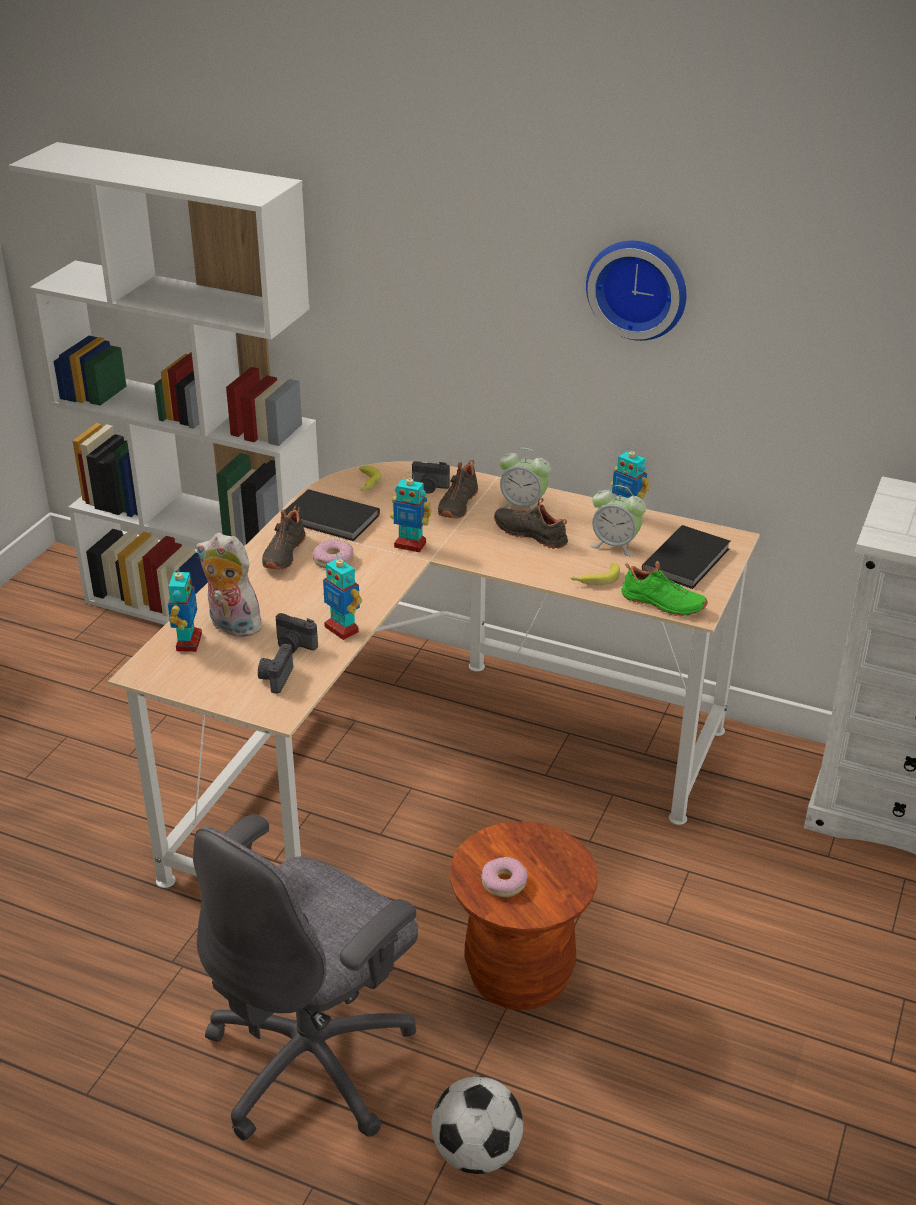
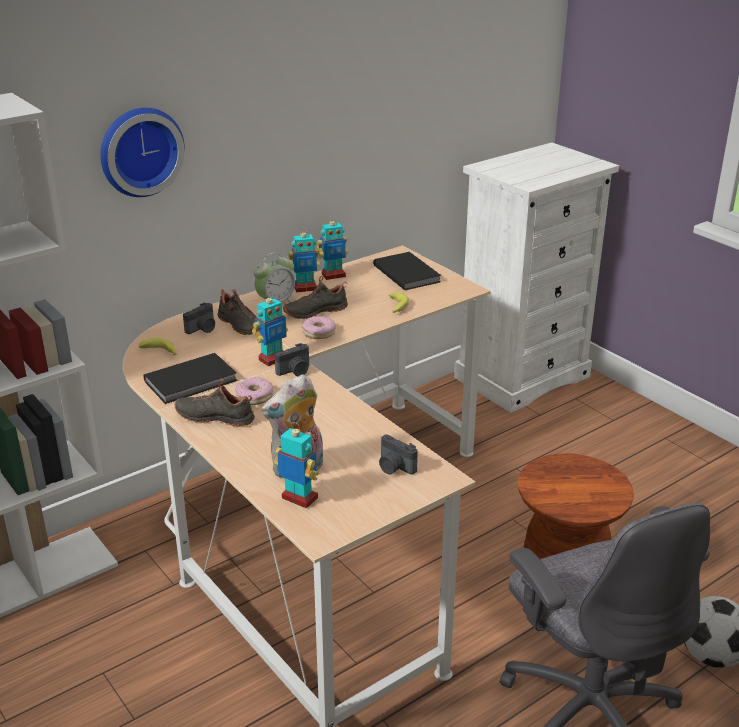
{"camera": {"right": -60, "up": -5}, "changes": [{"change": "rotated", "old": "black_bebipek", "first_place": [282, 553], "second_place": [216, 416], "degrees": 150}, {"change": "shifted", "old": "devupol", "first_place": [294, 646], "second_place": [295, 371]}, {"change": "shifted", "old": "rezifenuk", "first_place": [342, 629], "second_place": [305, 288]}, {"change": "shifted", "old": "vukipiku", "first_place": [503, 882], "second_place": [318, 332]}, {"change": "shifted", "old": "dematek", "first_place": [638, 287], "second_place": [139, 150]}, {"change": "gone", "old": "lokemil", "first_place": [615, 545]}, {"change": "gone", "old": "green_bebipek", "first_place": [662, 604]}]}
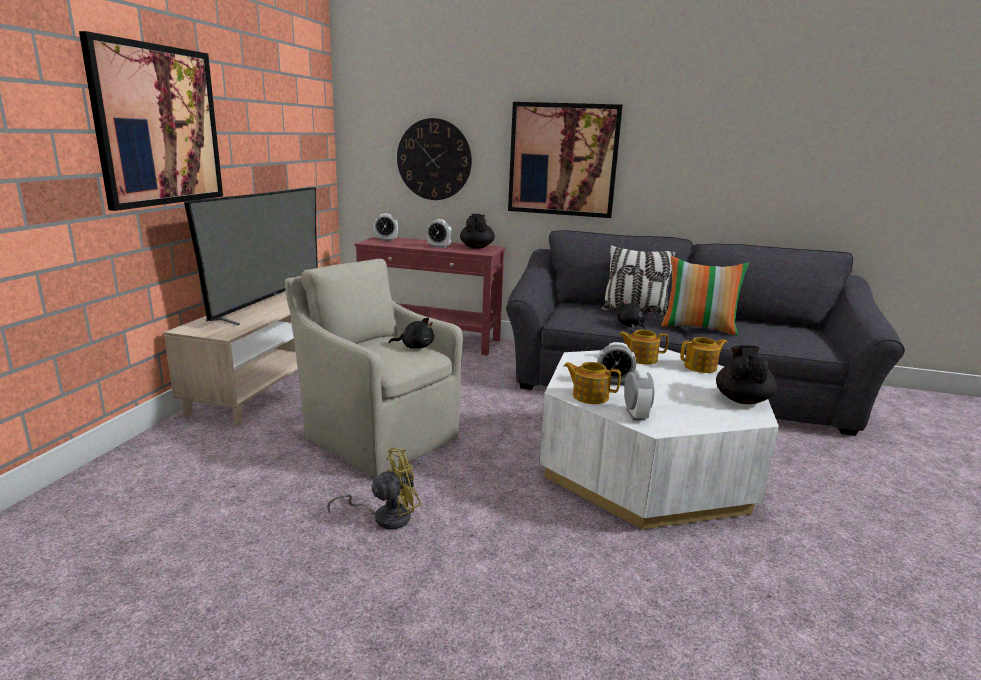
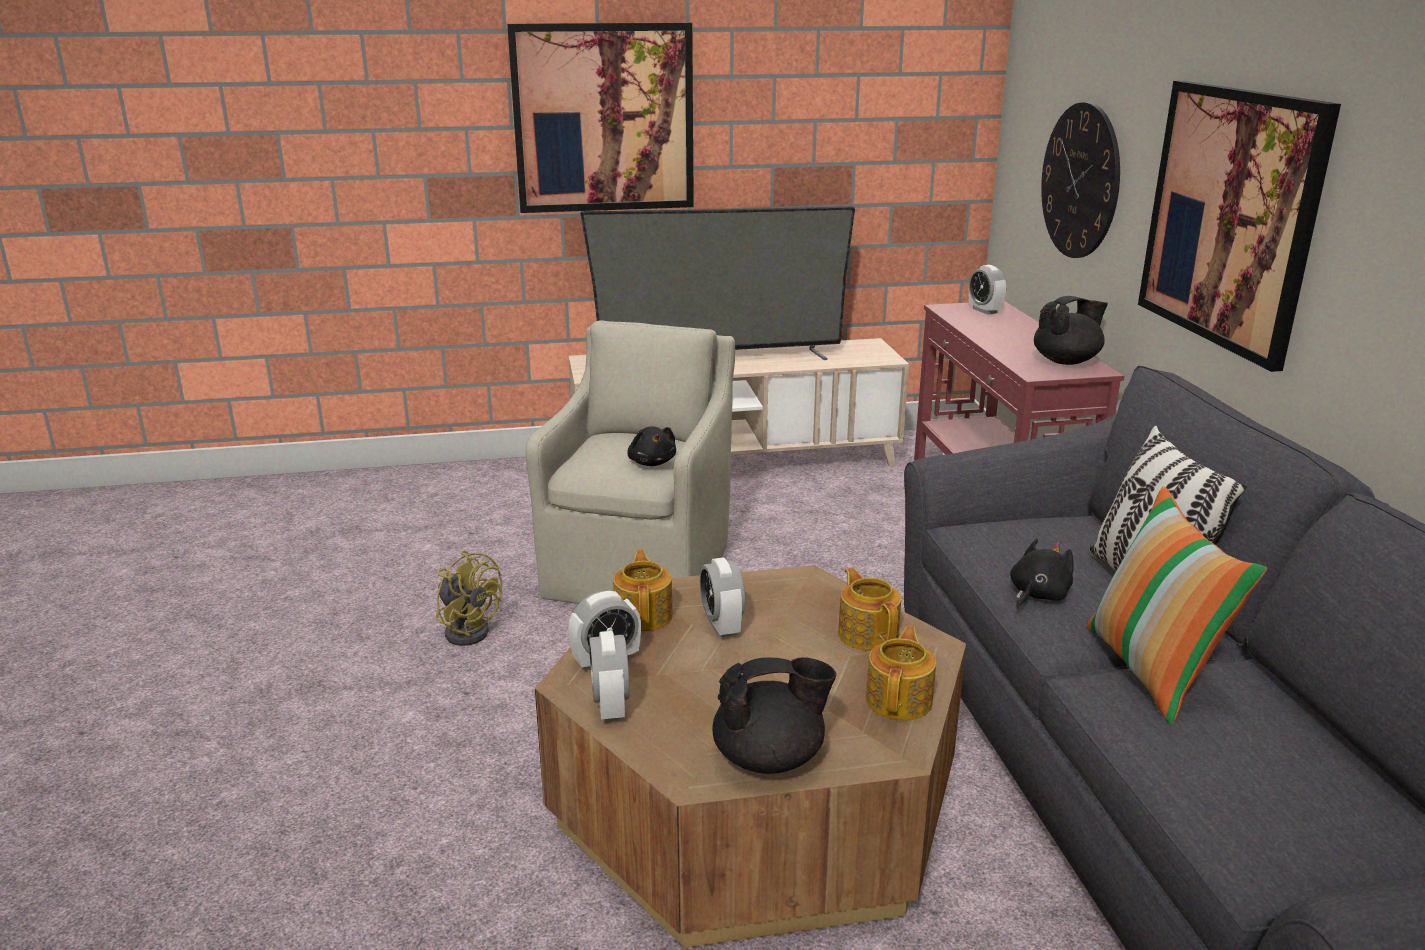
{"camera": {"right": 65, "up": 5}, "changes": [{"change": "shifted", "old": "lokemil", "first_place": [439, 247], "second_place": [610, 706]}, {"change": "repainted", "old": "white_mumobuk", "new": "brown_mumobuk", "first_place": [646, 467], "second_place": [755, 803]}, {"change": "rotated", "old": "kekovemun", "first_place": [701, 367], "second_place": [900, 700], "degrees": -120}]}
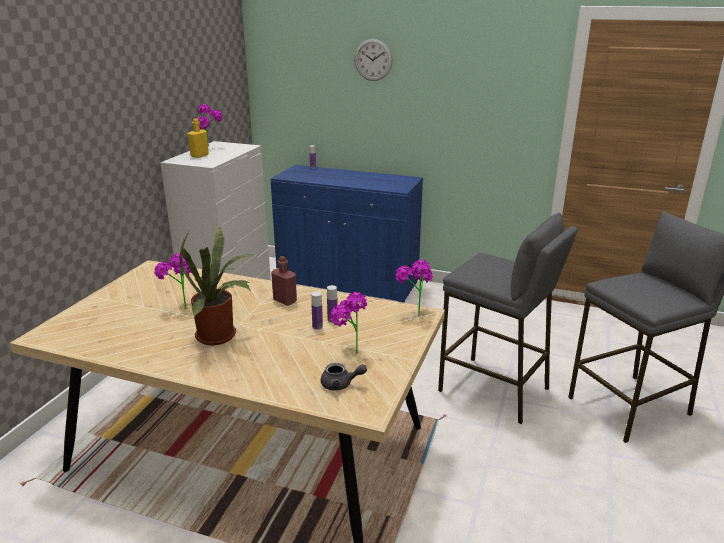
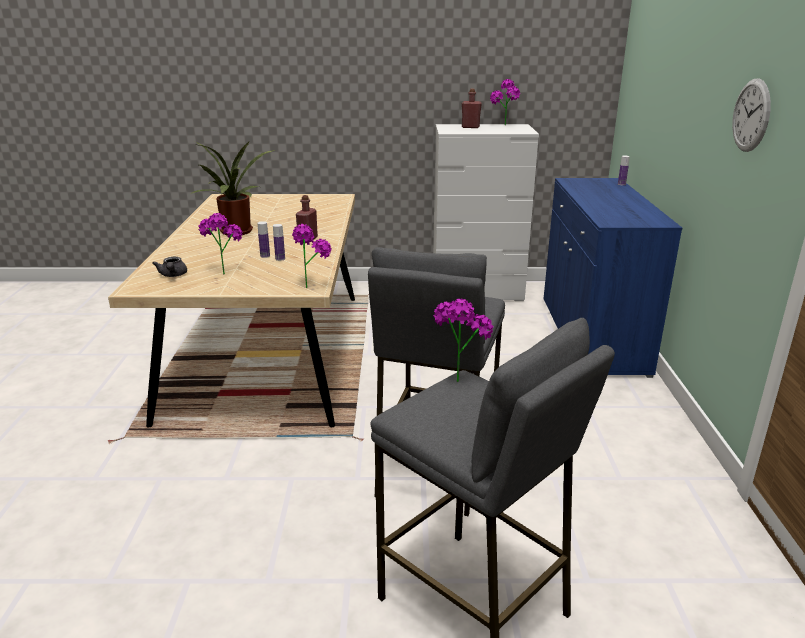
{"camera": {"right": 70, "up": 0}, "changes": [{"change": "shifted", "old": "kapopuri", "first_place": [180, 307], "second_place": [458, 376]}, {"change": "repainted", "old": "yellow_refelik", "new": "red_refelik", "first_place": [199, 155], "second_place": [470, 127]}, {"change": "shifted", "old": "dematek", "first_place": [373, 60], "second_place": [751, 115]}]}
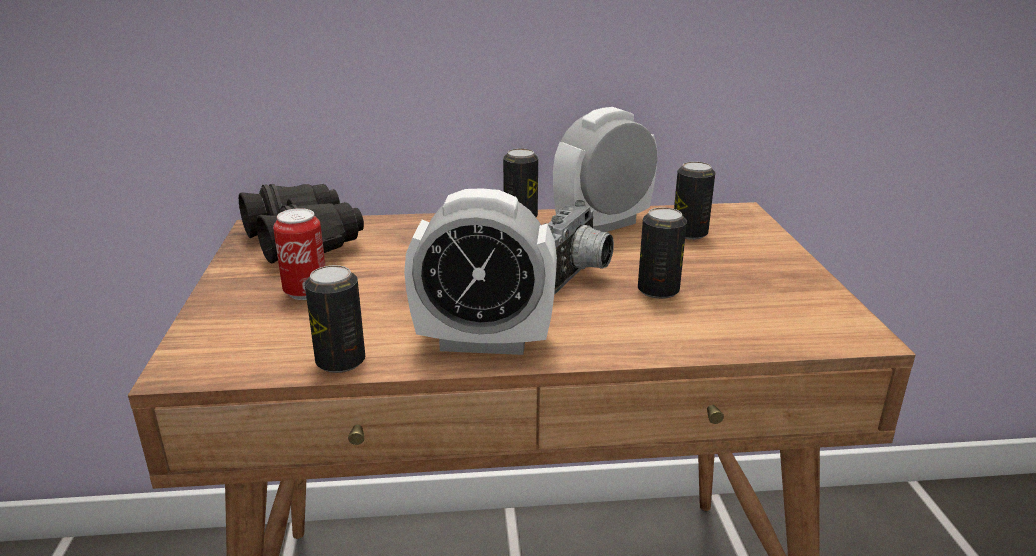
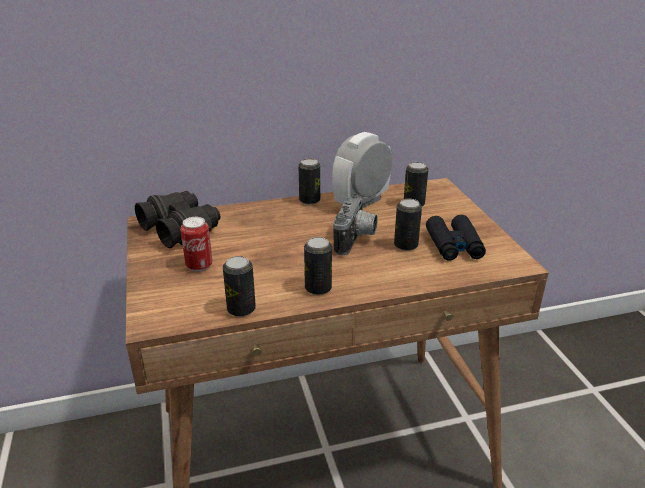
{"camera": {"right": -10, "up": 5}, "changes": [{"change": "swapped", "old": "lokemil", "new": "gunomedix", "first_place": [483, 342], "second_place": [318, 288]}, {"change": "new", "new": "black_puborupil", "second_place": [454, 245]}]}
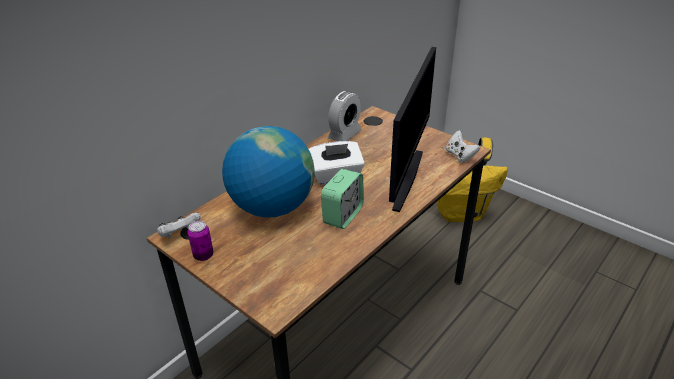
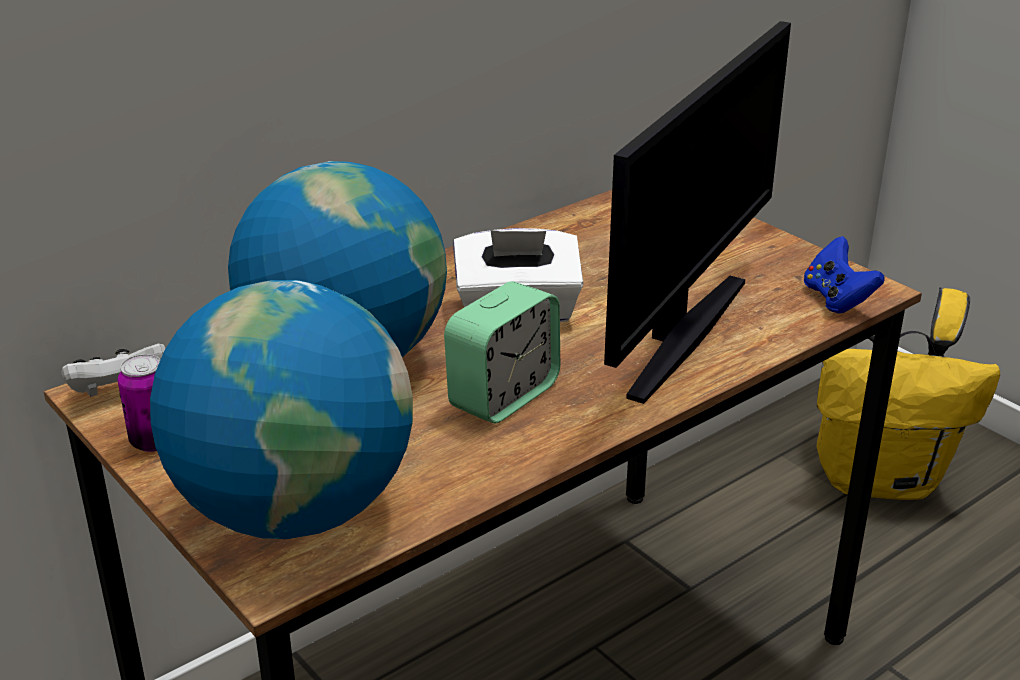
{"camera": {"right": 10, "up": -5}, "changes": [{"change": "gone", "old": "lokemil", "first_place": [344, 135]}, {"change": "repainted", "old": "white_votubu", "new": "blue_votubu", "first_place": [460, 156], "second_place": [837, 299]}, {"change": "new", "new": "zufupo", "second_place": [293, 509]}]}
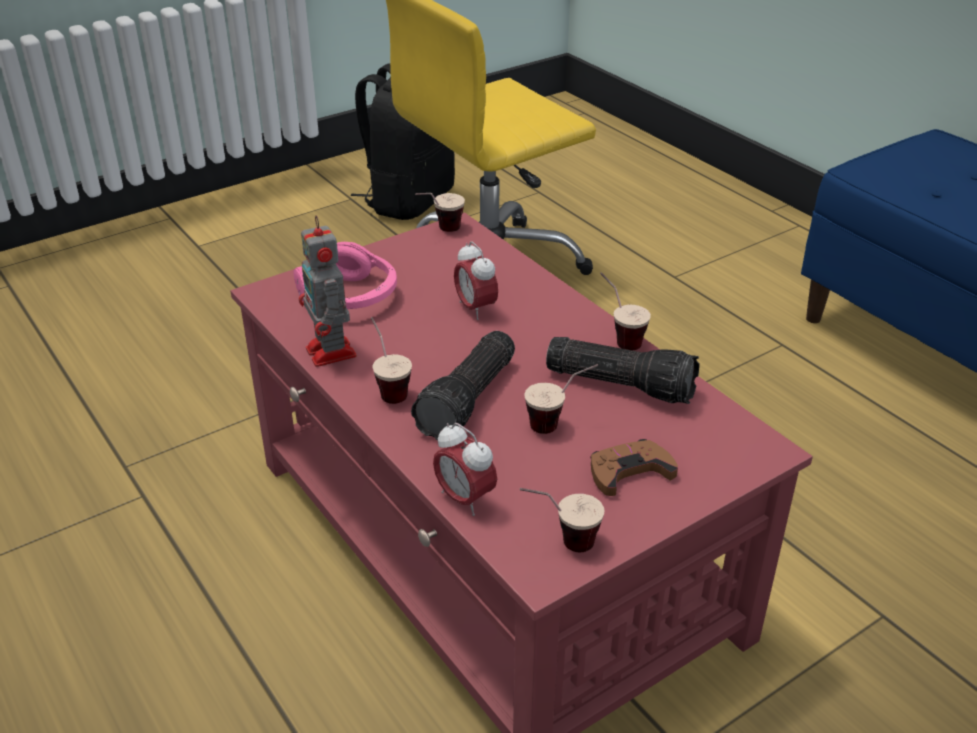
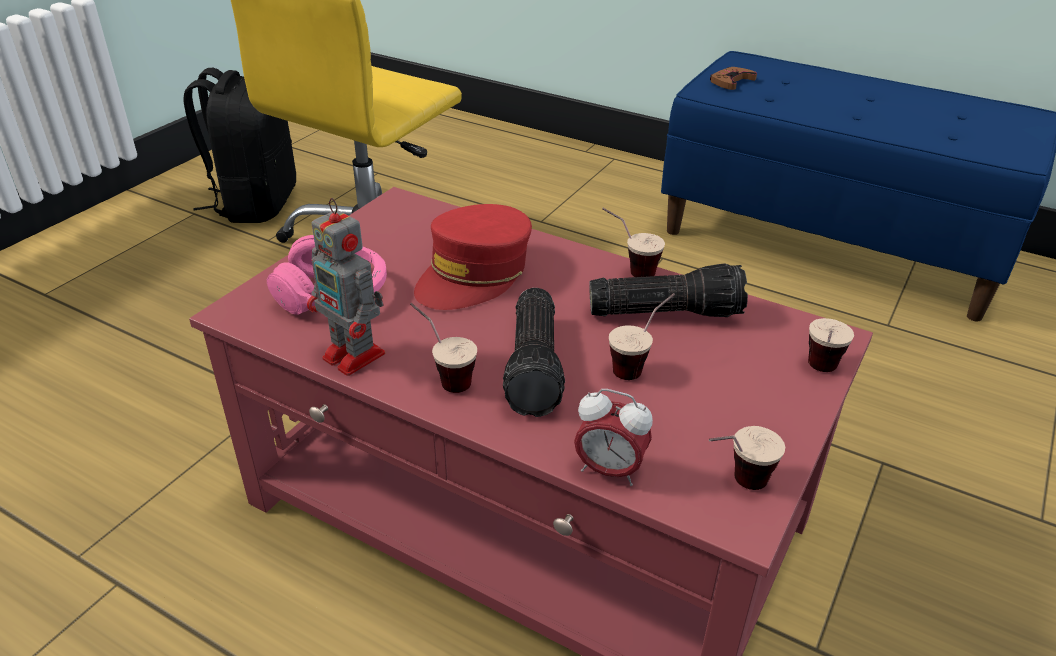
{"camera": {"right": -25, "up": 0}, "changes": [{"change": "shifted", "old": "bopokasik", "first_place": [440, 231], "second_place": [819, 374]}, {"change": "swapped", "old": "lokemil", "new": "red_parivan", "first_place": [475, 308], "second_place": [474, 274]}, {"change": "shifted", "old": "brown_votubu", "first_place": [629, 471], "second_place": [731, 82]}]}
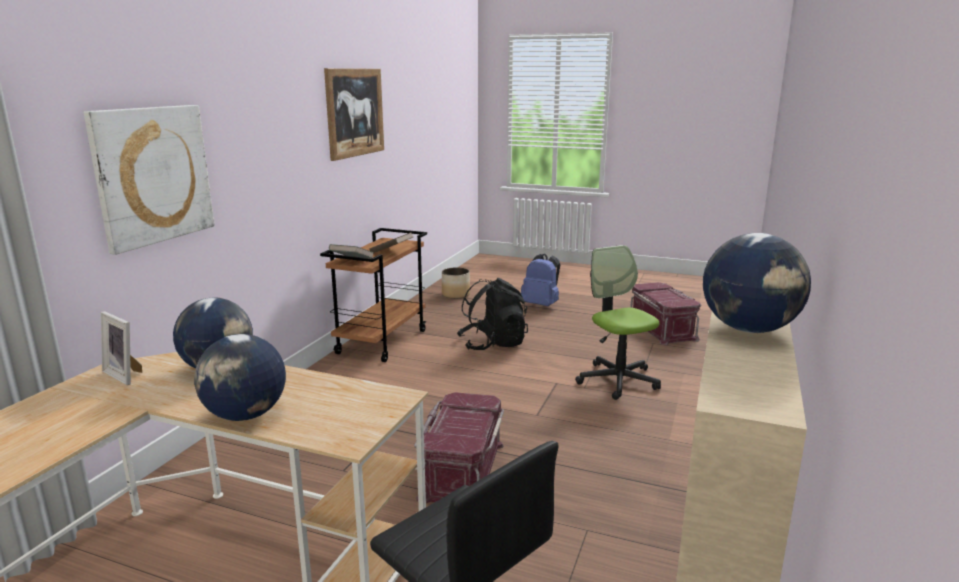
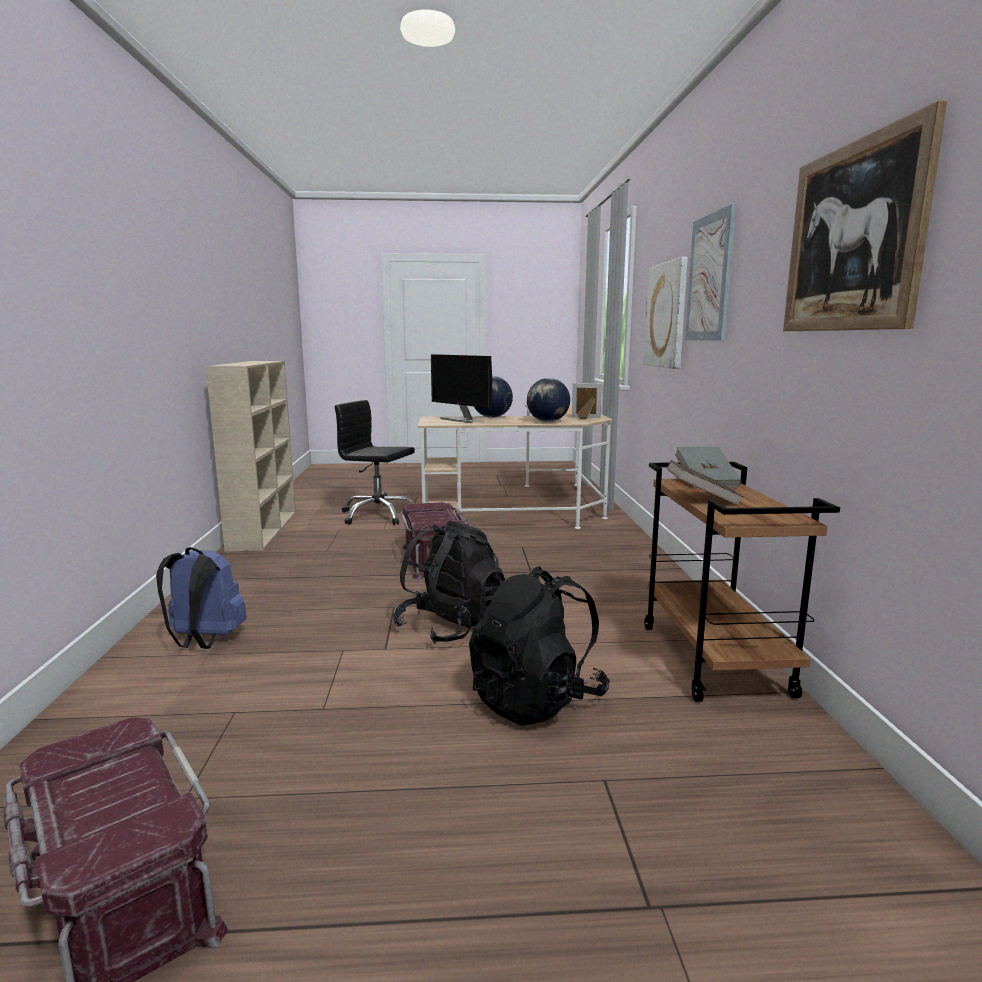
{"camera": {"right": 155, "up": -5}, "changes": [{"change": "gone", "old": "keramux", "first_place": [456, 294]}, {"change": "shifted", "old": "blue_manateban", "first_place": [541, 305], "second_place": [204, 641]}, {"change": "gone", "old": "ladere", "first_place": [617, 380]}, {"change": "gone", "old": "zufupo", "first_place": [749, 329]}, {"change": "new", "new": "black_manateban", "second_place": [451, 626]}, {"change": "new", "new": "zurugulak", "second_place": [461, 420]}, {"change": "new", "new": "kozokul", "second_place": [710, 278]}]}
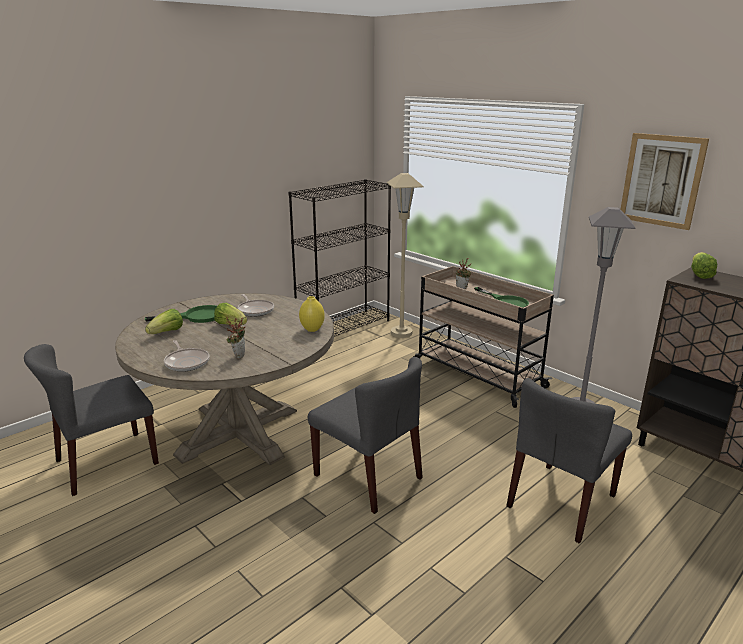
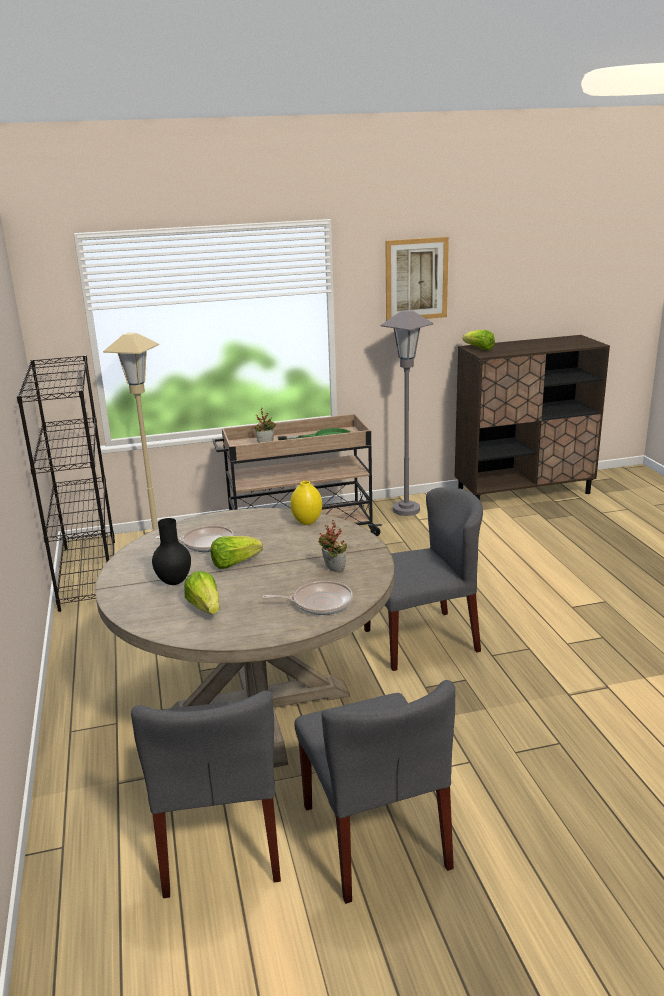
{"camera": {"right": -60, "up": 0}, "changes": [{"change": "swapped", "old": "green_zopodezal", "new": "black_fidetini", "first_place": [196, 316], "second_place": [173, 582]}, {"change": "shifted", "old": "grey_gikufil", "first_place": [561, 501], "second_place": [375, 837]}]}
